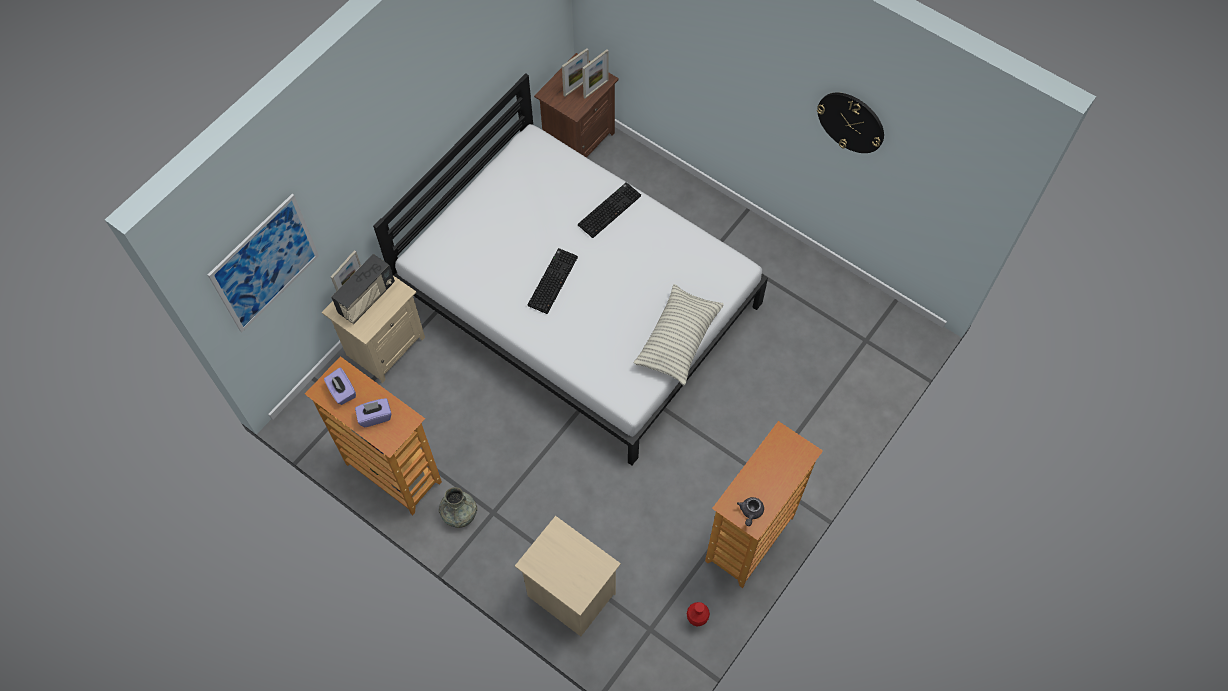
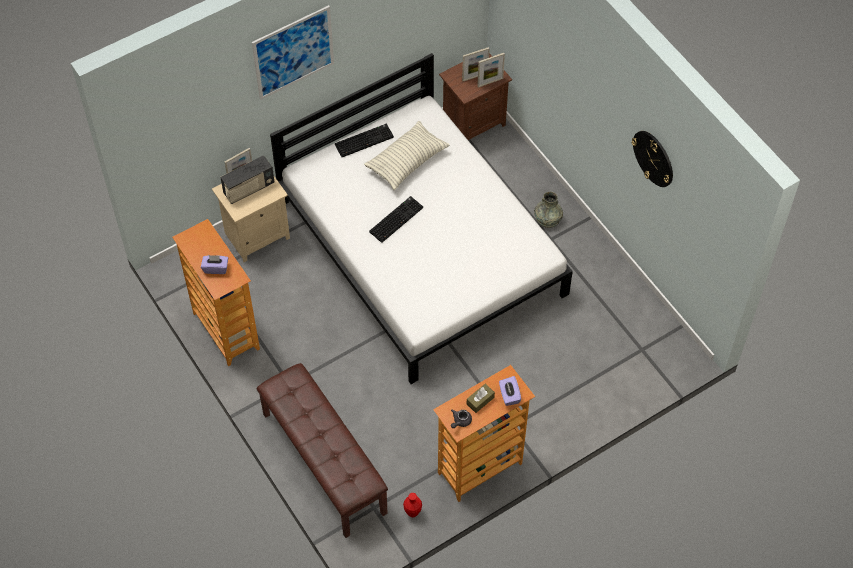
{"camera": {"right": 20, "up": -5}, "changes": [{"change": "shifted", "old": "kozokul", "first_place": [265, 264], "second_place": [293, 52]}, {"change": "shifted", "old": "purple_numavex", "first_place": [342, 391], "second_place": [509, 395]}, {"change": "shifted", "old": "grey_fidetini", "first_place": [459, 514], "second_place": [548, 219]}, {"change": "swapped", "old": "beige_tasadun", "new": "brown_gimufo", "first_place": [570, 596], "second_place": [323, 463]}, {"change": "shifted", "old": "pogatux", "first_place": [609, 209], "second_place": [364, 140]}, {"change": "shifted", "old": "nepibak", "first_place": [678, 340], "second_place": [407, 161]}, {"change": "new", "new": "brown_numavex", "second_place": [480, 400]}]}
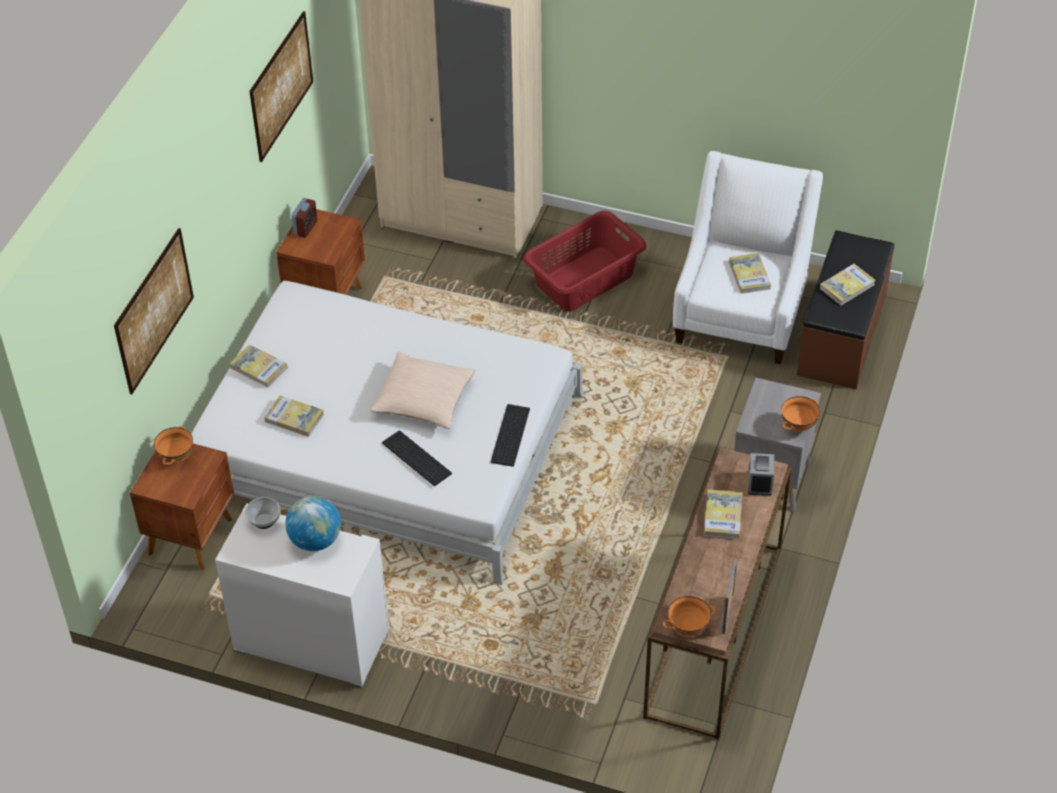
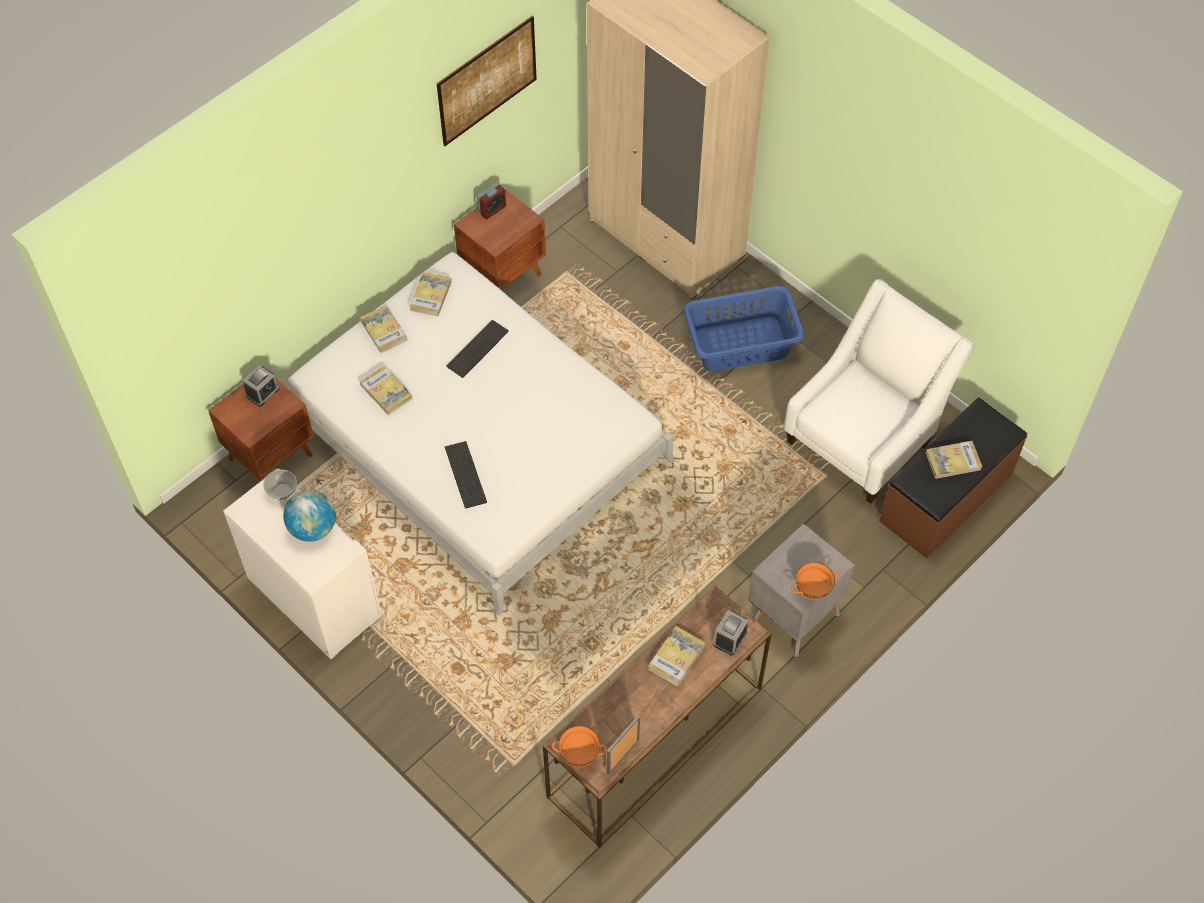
{"camera": {"right": 25, "up": 10}, "changes": [{"change": "gone", "old": "kozokul", "first_place": [154, 310]}, {"change": "swapped", "old": "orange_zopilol", "new": "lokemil", "first_place": [176, 457], "second_place": [262, 392]}, {"change": "gone", "old": "beige_nepibak", "first_place": [423, 399]}, {"change": "shifted", "old": "pogatux", "first_place": [509, 434], "second_place": [477, 347]}, {"change": "repainted", "old": "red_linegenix", "new": "blue_linegenix", "first_place": [583, 279], "second_place": [740, 343]}, {"change": "shifted", "old": "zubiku", "first_place": [749, 275], "second_place": [430, 295]}]}
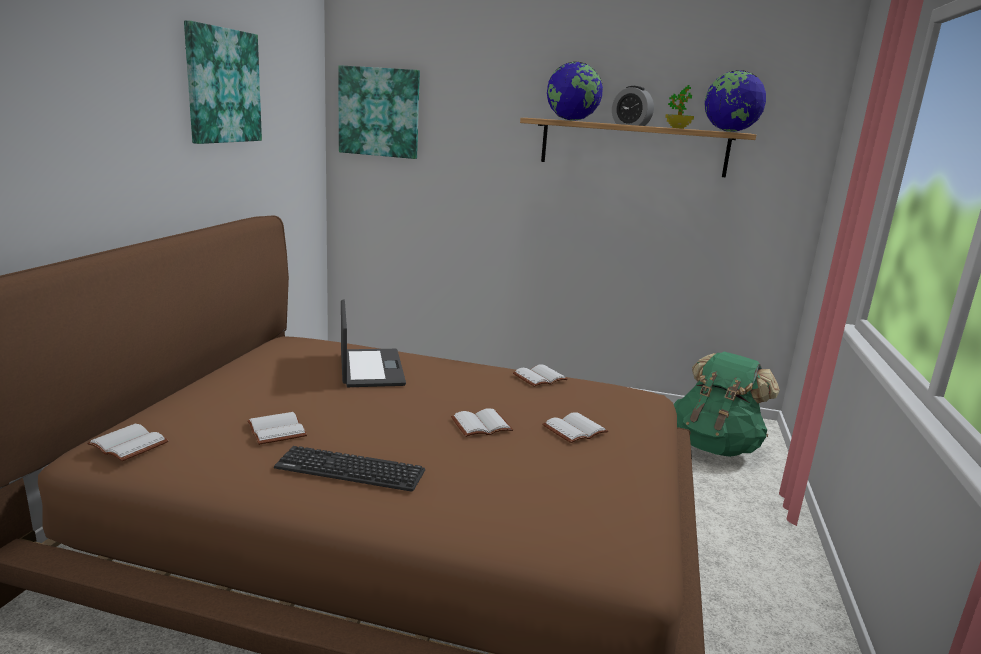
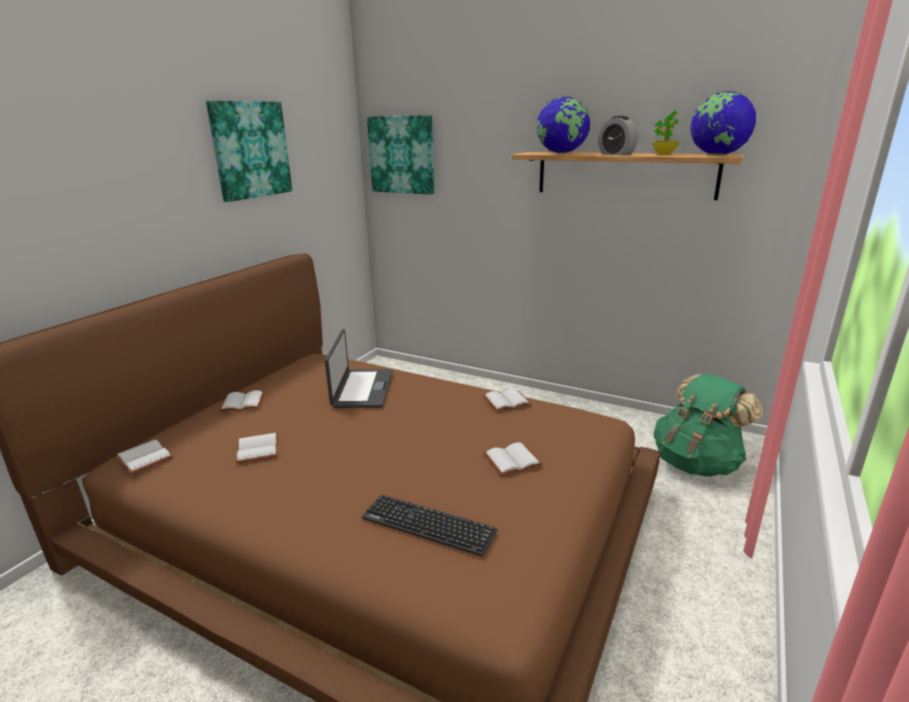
{"camera": {"right": 15, "up": 5}, "changes": [{"change": "shifted", "old": "pogatux", "first_place": [350, 470], "second_place": [428, 525]}, {"change": "shifted", "old": "white_zubiku", "first_place": [481, 426], "second_place": [241, 403]}]}
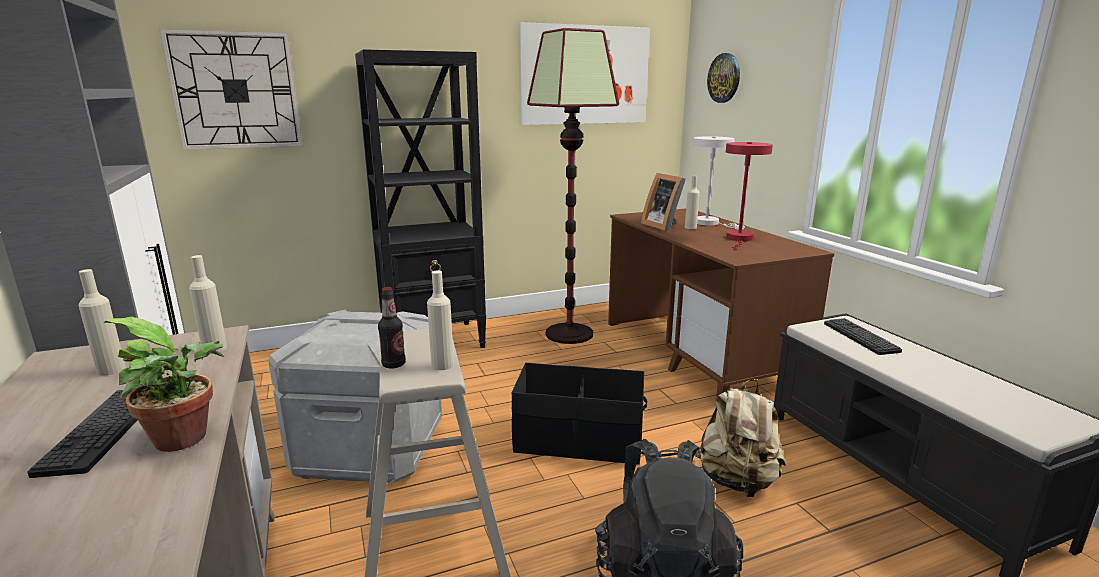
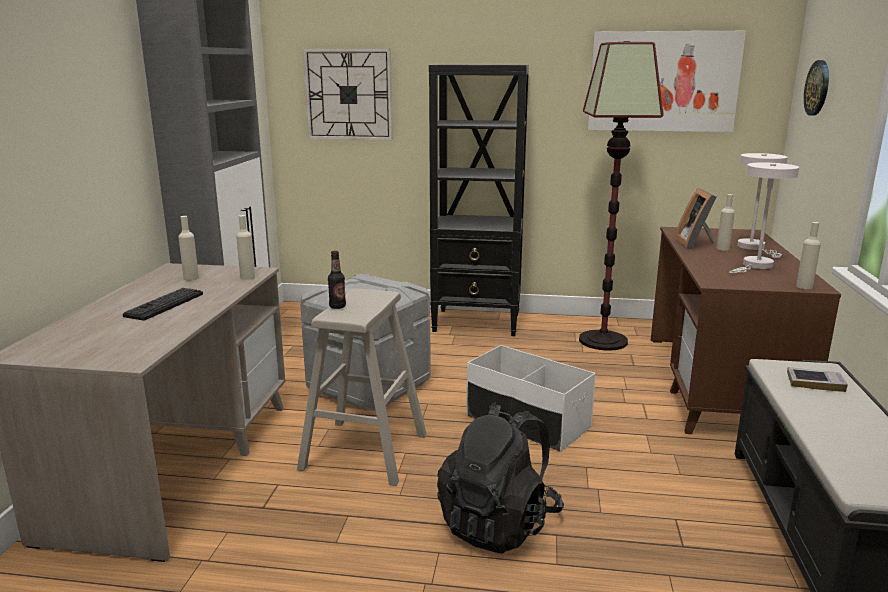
{"camera": {"right": 30, "up": 0}, "changes": [{"change": "gone", "old": "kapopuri", "first_place": [187, 439]}, {"change": "shifted", "old": "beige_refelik", "first_place": [442, 365], "second_place": [804, 287]}, {"change": "repainted", "old": "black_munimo", "new": "white_munimo", "first_place": [579, 441], "second_place": [527, 422]}, {"change": "gone", "old": "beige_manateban", "first_place": [737, 481]}, {"change": "repainted", "old": "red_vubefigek", "new": "white_vubefigek", "first_place": [739, 239], "second_place": [755, 266]}, {"change": "swapped", "old": "pogatux", "new": "zubiku", "first_place": [860, 337], "second_place": [815, 383]}]}
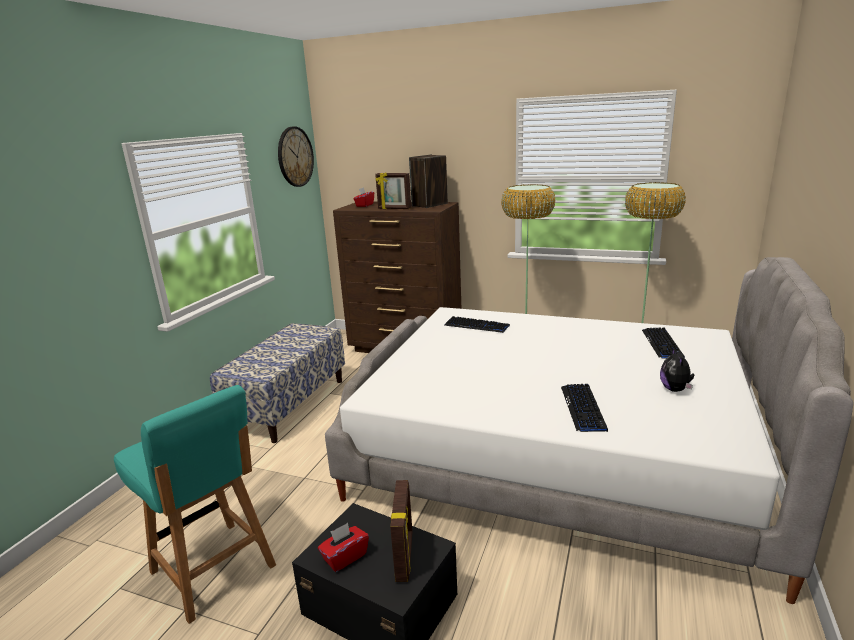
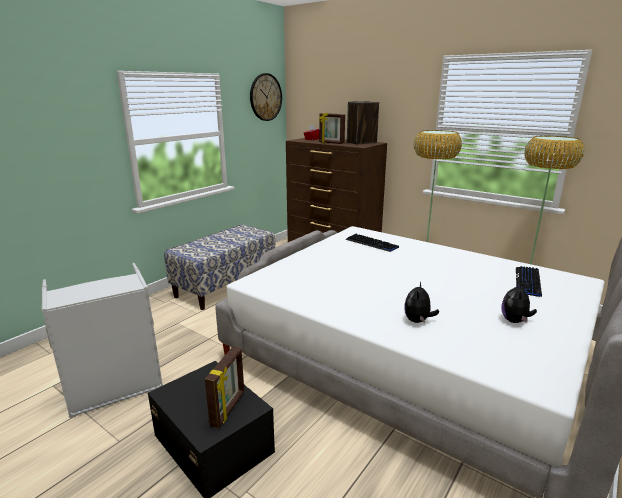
{"camera": {"right": 15, "up": 0}, "changes": [{"change": "swapped", "old": "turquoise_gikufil", "new": "grey_linegenix", "first_place": [214, 570], "second_place": [115, 389]}, {"change": "gone", "old": "red_numavex", "first_place": [345, 557]}, {"change": "swapped", "old": "pogatux", "new": "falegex", "first_place": [583, 408], "second_place": [418, 321]}]}
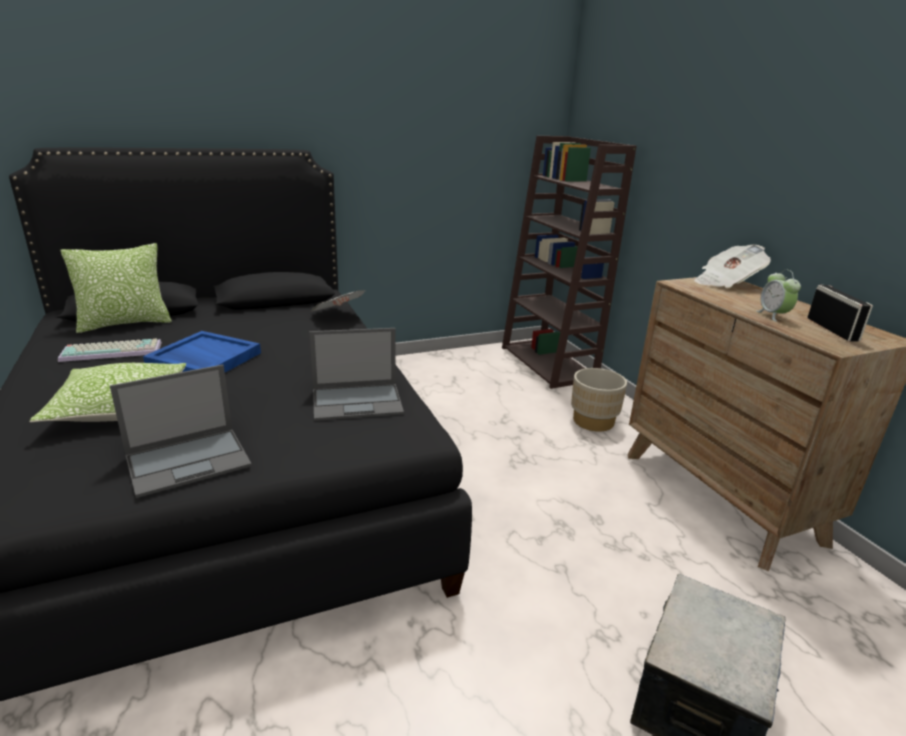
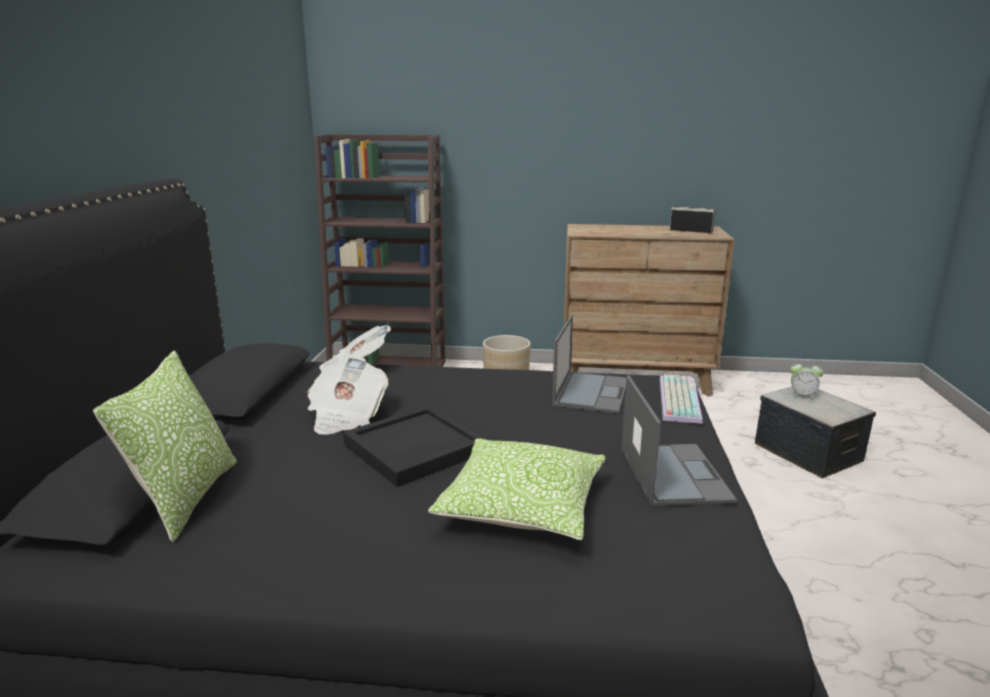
{"camera": {"right": -60, "up": -5}, "changes": [{"change": "shifted", "old": "pogatux", "first_place": [113, 351], "second_place": [677, 399]}, {"change": "repainted", "old": "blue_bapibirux", "new": "black_bapibirux", "first_place": [203, 359], "second_place": [414, 449]}, {"change": "shifted", "old": "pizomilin", "first_place": [726, 283], "second_place": [346, 416]}, {"change": "shifted", "old": "lokemil", "first_place": [773, 315], "second_place": [802, 395]}]}
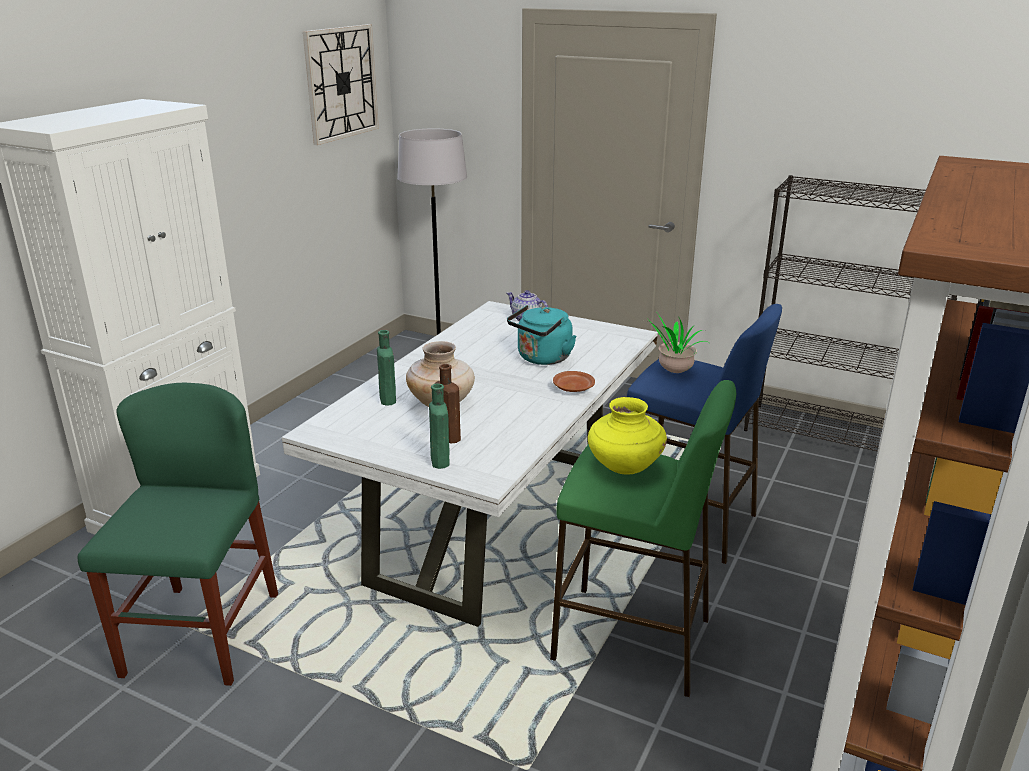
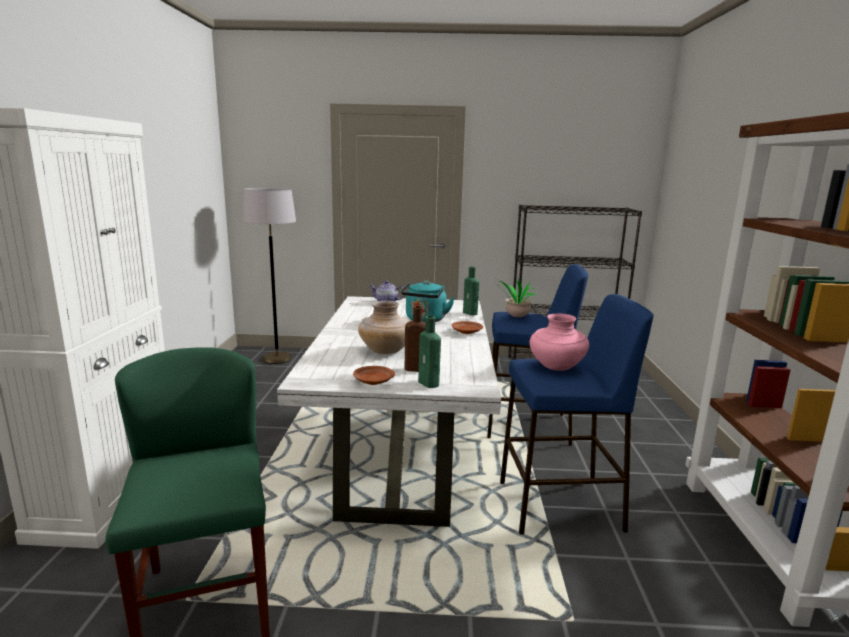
{"camera": {"right": -25, "up": -10}, "changes": [{"change": "gone", "old": "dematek", "first_place": [341, 83]}, {"change": "shifted", "old": "green_refelik", "first_place": [388, 400], "second_place": [471, 313]}, {"change": "repainted", "old": "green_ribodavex", "new": "blue_ribodavex", "first_place": [633, 640], "second_place": [560, 506]}, {"change": "repainted", "old": "yellow_fidetini", "new": "pink_fidetini", "first_place": [624, 466], "second_place": [556, 367]}, {"change": "new", "new": "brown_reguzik", "second_place": [373, 381]}]}
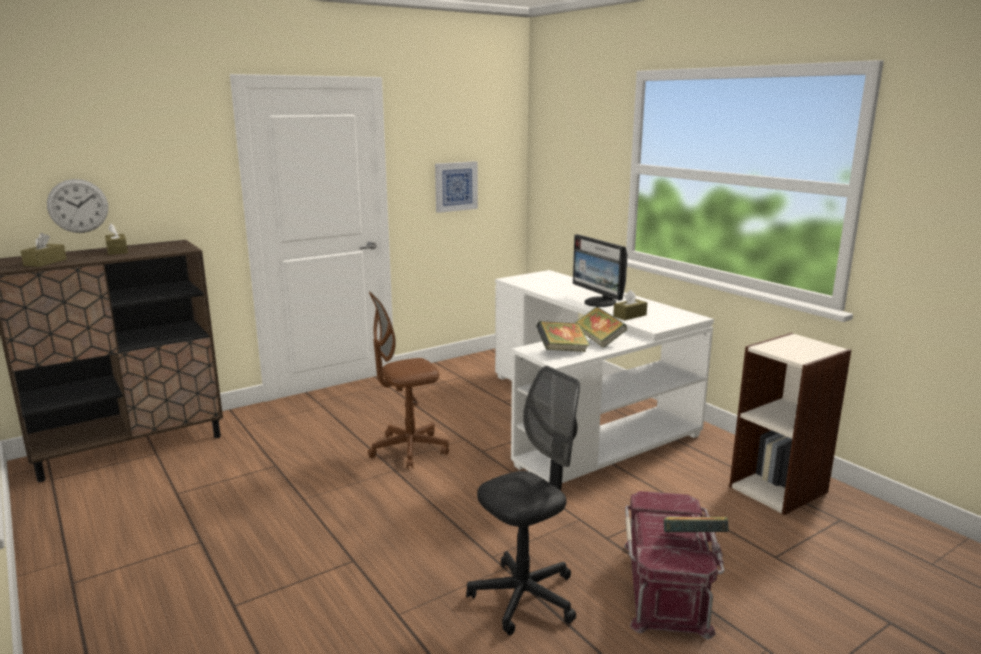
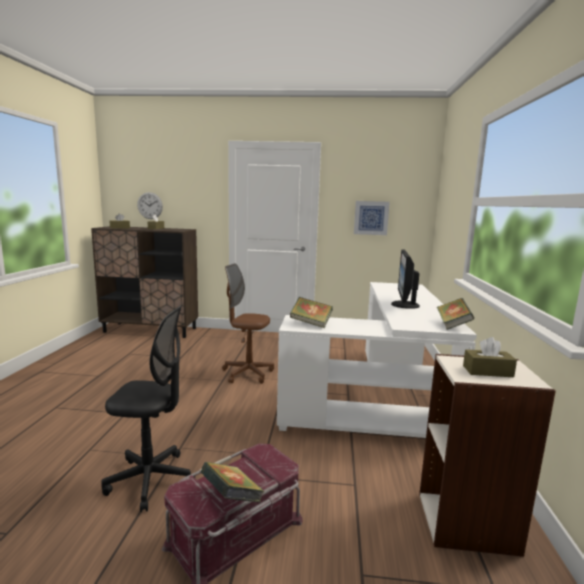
{"camera": {"right": 40, "up": -5}, "changes": [{"change": "shifted", "old": "zubiku", "first_place": [599, 340], "second_place": [453, 325]}, {"change": "shifted", "old": "brown_numavex", "first_place": [629, 315], "second_place": [487, 371]}]}
